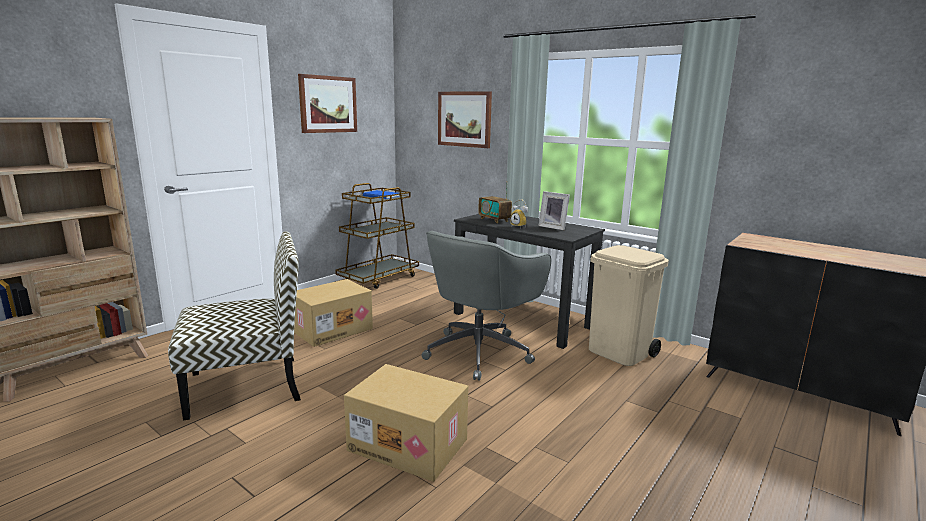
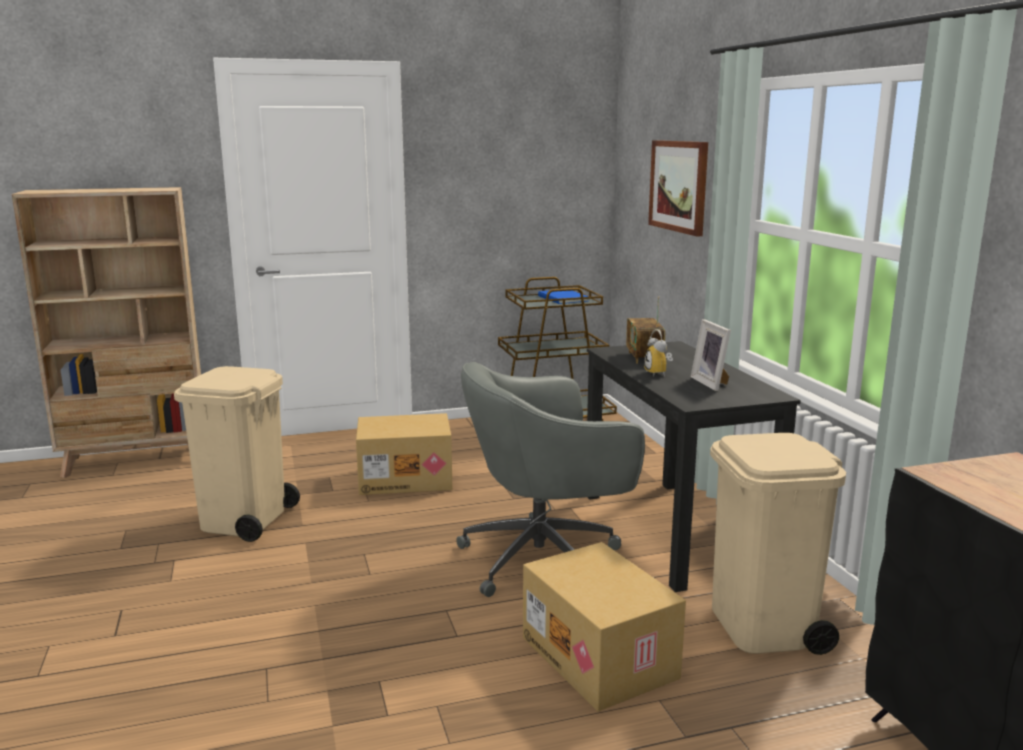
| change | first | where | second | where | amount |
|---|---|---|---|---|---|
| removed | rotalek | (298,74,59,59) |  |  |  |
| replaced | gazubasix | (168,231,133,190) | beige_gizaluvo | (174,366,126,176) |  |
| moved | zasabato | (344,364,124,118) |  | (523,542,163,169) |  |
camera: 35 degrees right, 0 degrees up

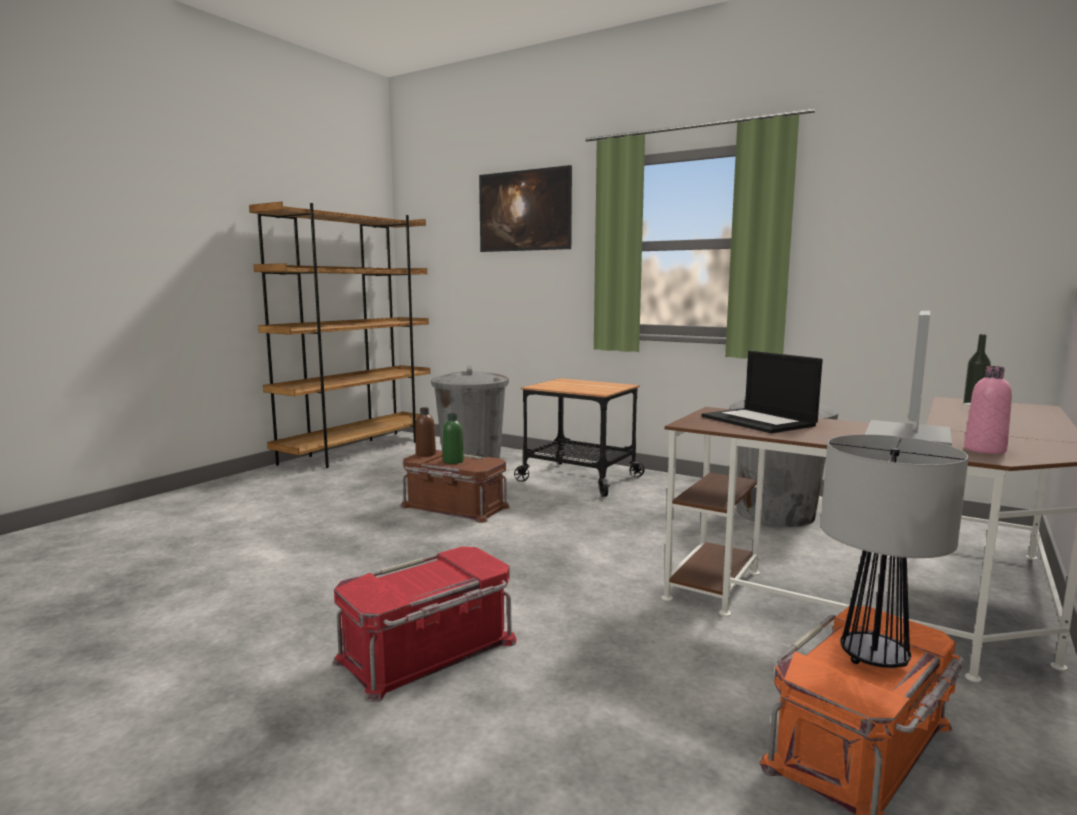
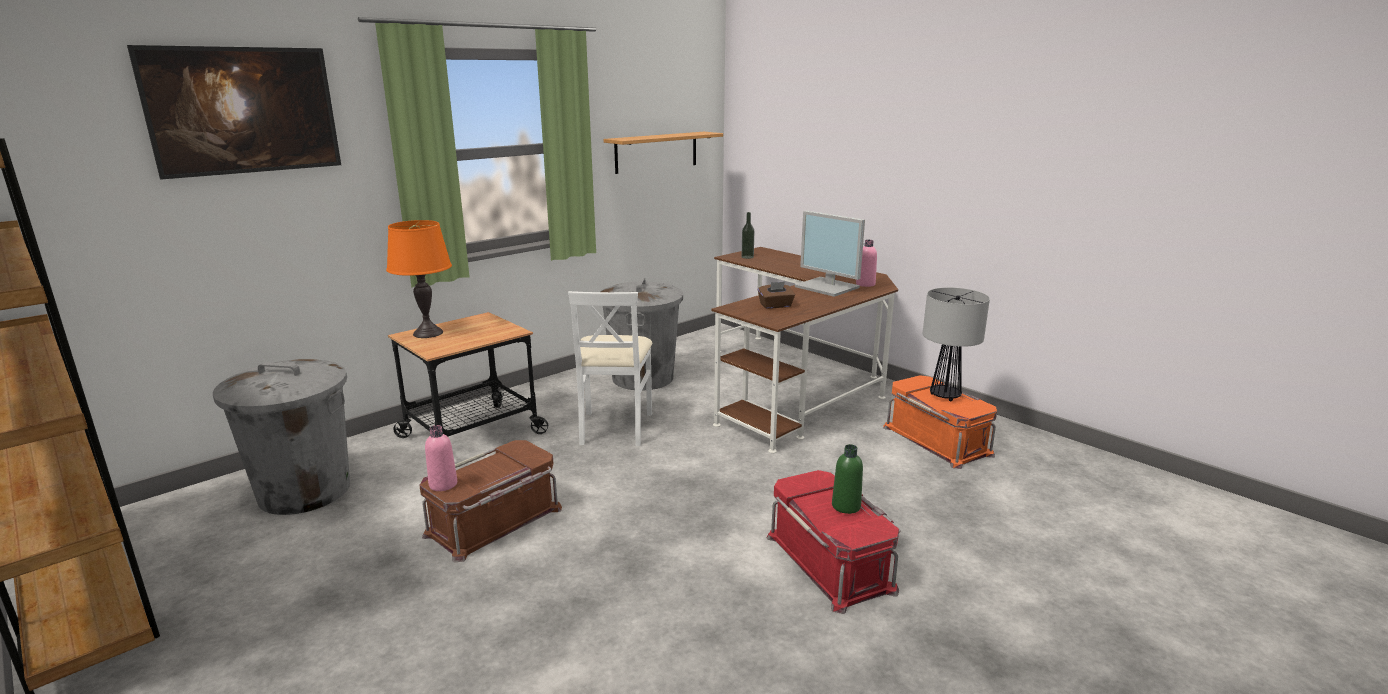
| change | first | where | second | where | amount |
|---|---|---|---|---|---|
| replaced | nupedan | (702,351,121,82) | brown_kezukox | (758,282,37,27) |  |
| recoloured | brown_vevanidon | (415,407,21,50) | pink_vevanidon | (425,425,32,66) |  |
| moved | green_vevanidon | (443,413,21,51) |  | (832,444,31,70) |  |
| added |  |  | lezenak | (604,132,119,42) |  |
| added |  |  | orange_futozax | (386,220,66,118) |  |
| added |  |  | white_gazubasix | (568,291,84,155) |  |
camera: 75 degrees left, 10 degrees up

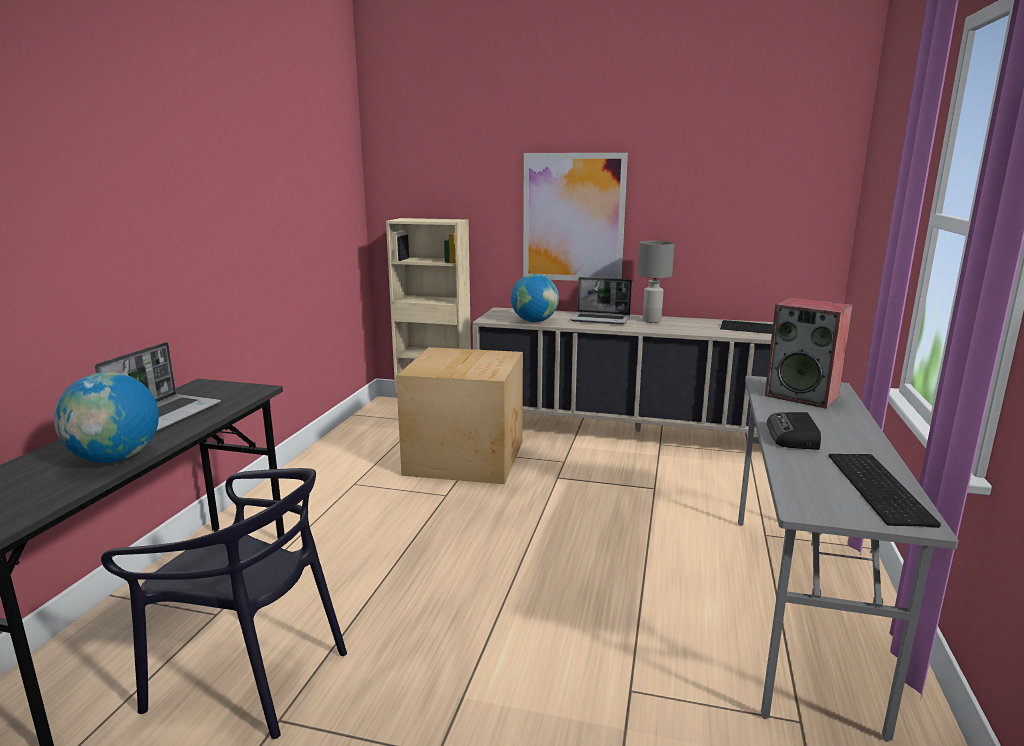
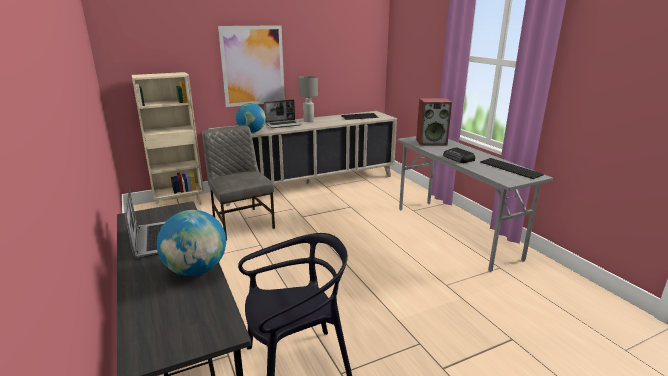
| change | first | where | second | where | amount |
|---|---|---|---|---|---|
| replaced | zasabato | (396,347,127,137) | grey_gazubasix | (202,125,73,115) |  |
camera: 40 degrees left, 5 degrees up

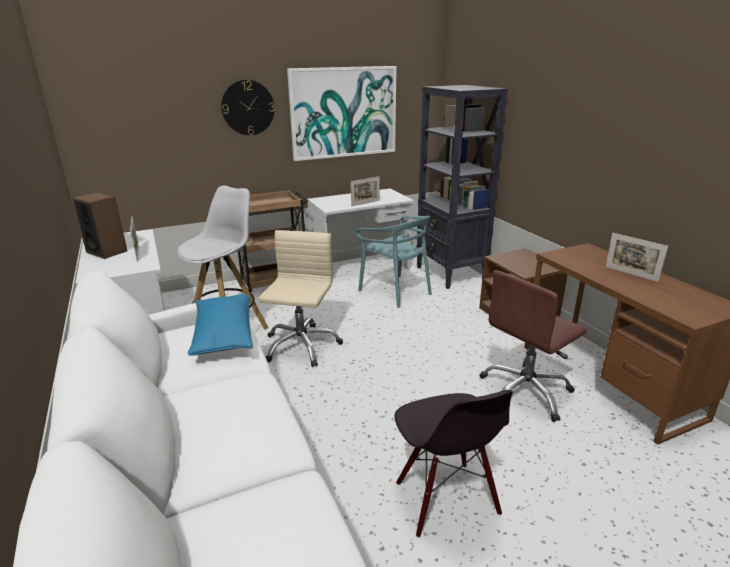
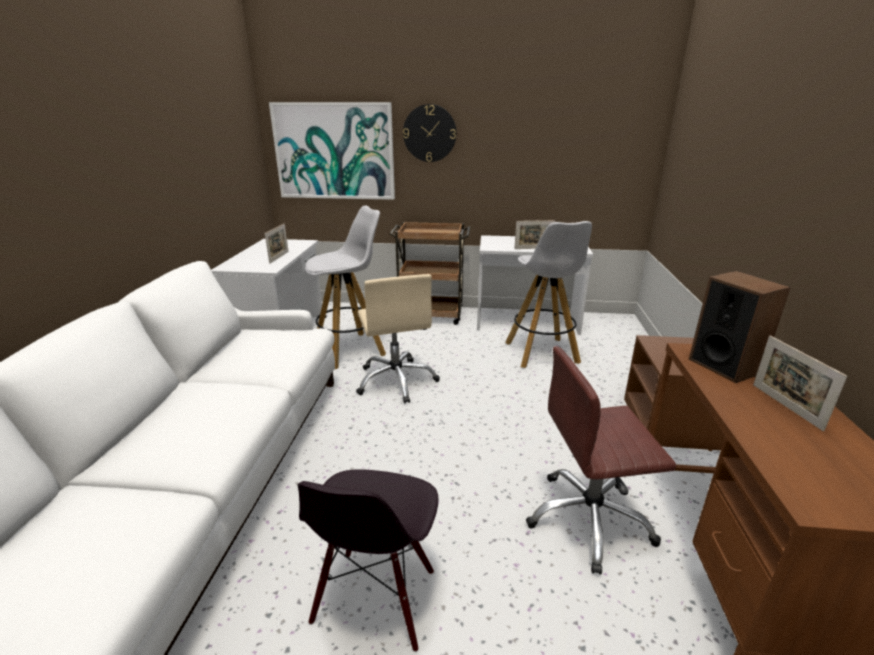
| change | first | where | second | where | amount |
|---|---|---|---|---|---|
| moved | rotalek | (287,66,110,95) |  | (269,102,126,98) |  |
| removed | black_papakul | (417,85,91,204) |  |  |  |
| moved | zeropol | (72,192,55,67) |  | (689,271,102,112) |  |
| replaced | turquoise_gazubasix | (356,216,76,92) | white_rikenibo | (505,221,87,147) |  |
| turned | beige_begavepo | (258,230,85,137) |  | (356,274,84,130) | 120 degrees clockwise |
| removed | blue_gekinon | (188,294,65,62) |  |  |  |
camera: 30 degrees right, 0 degrees up

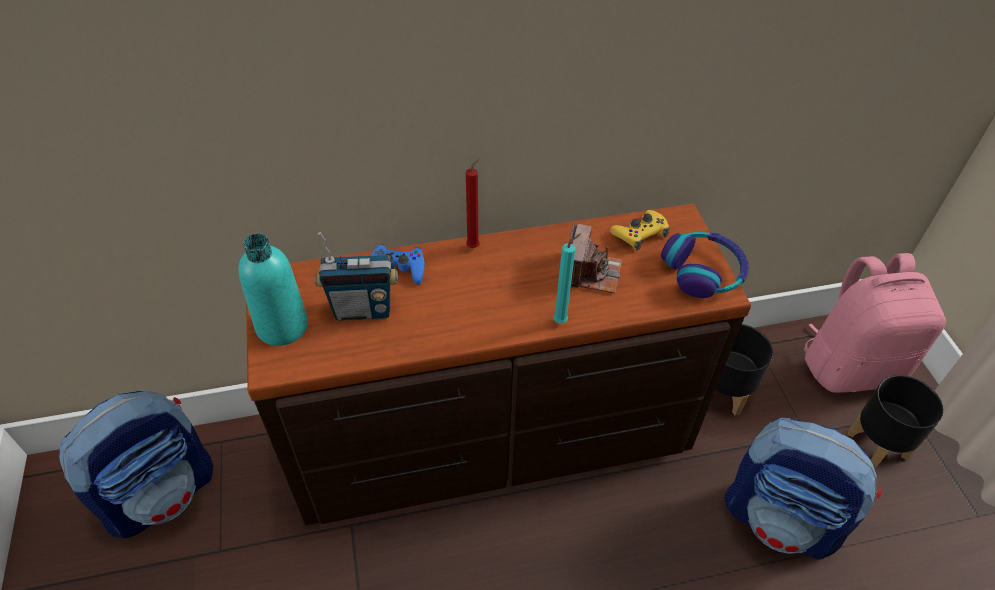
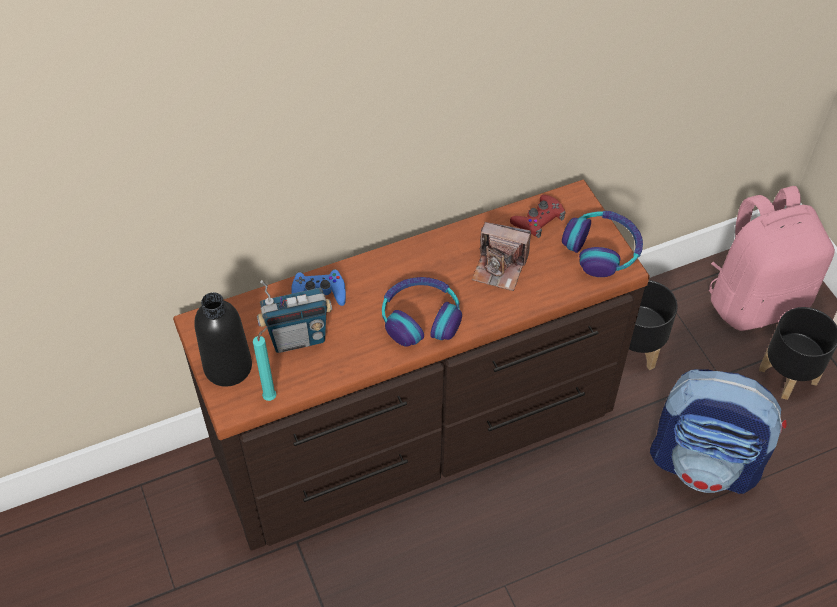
| change | first | where | second | where | amount |
|---|---|---|---|---|---|
| removed | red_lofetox | (466,157,15,91) |  |  |  |
| recoloured | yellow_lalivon | (610,210,60,40) | red_lalivon | (510,195,56,43) |  |
| turned | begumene | (570,224,52,70) |  | (472,222,59,69) | 105 degrees clockwise |
| recoloured | turquoise_vevanidon | (238,233,70,113) | black_vevanidon | (194,292,58,95) |  |
| moved | turquoise_lofetox | (553,233,28,91) |  | (253,327,23,74) |  |
| removed | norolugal | (59,391,154,147) |  |  |  |
| added |  |  | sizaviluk | (382,277,80,70) |  |
camera: 10 degrees left, 5 degrees up

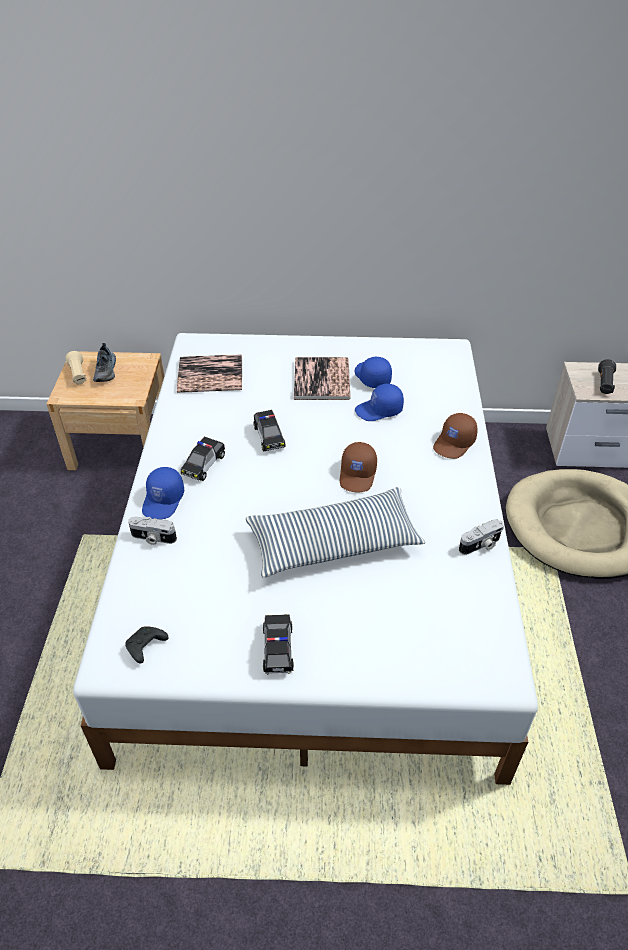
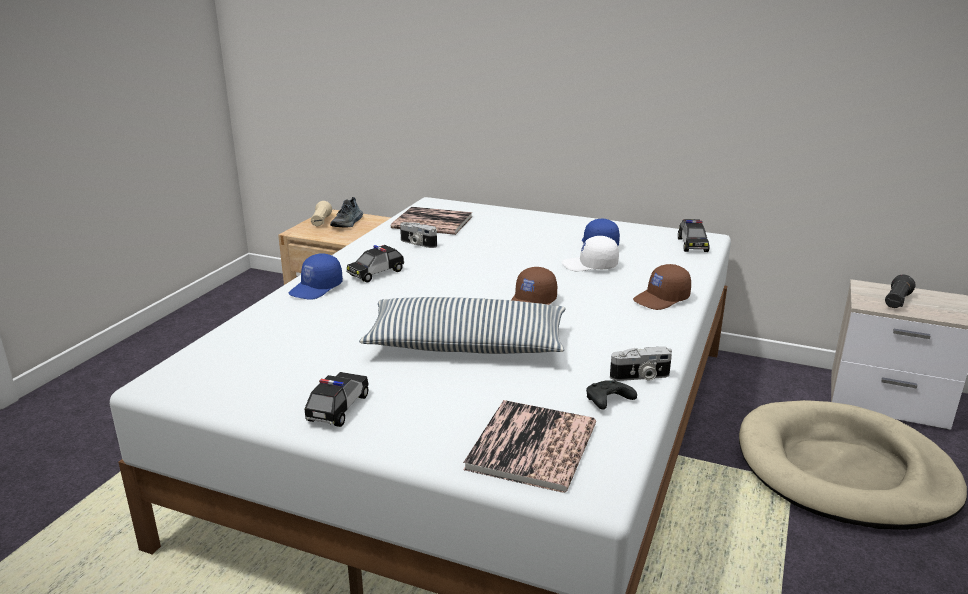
| change | first | where | second | where | amount |
|---|---|---|---|---|---|
| moved | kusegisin | (294,357,57,43) |  | (463,400,133,93) |  |
| recoloured | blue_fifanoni | (355,384,49,37) | white_fifanoni | (562,236,57,35) |  |
| moved | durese | (253,410,33,42) |  | (678,219,31,33) |  |
| moved | begumene | (128,517,49,28) |  | (400,222,37,26) |  |
| moved | black_lalivon | (125,626,43,38) |  | (586,380,51,30) |  |
camera: 20 degrees right, 20 degrees down

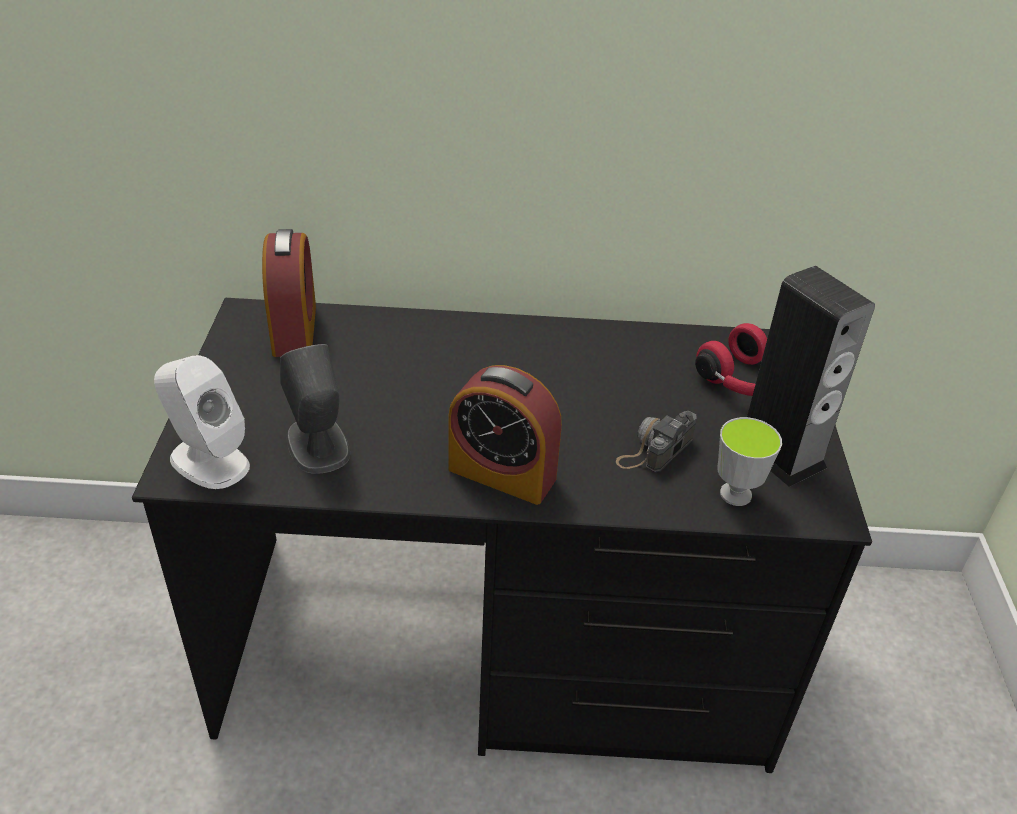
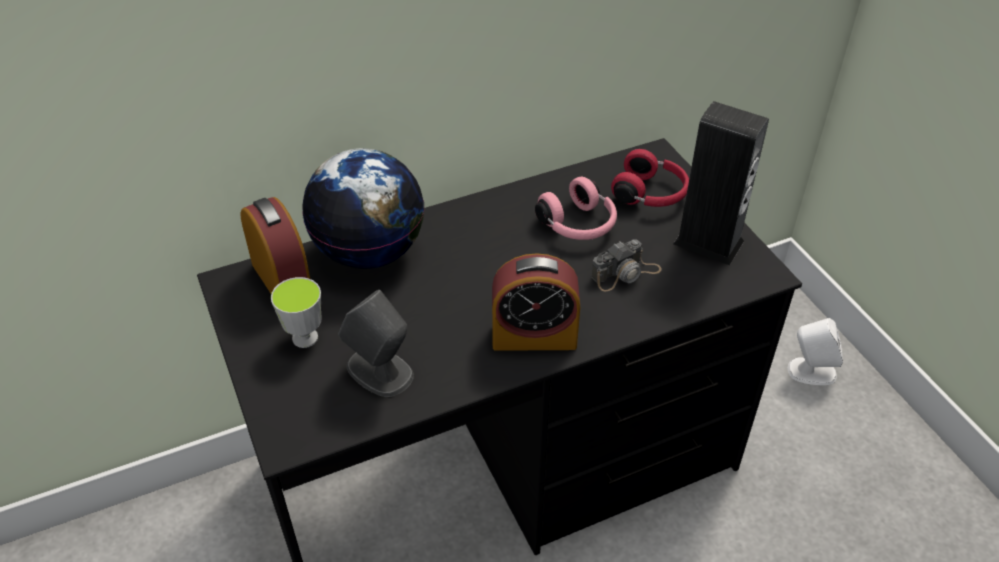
| change | first | where | second | where | amount |
|---|---|---|---|---|---|
| moved | white_zeropol | (154,355,96,134) |  | (788,318,55,67) |  |
| turned | begumene | (616,411,81,62) |  | (591,239,71,52) | 135 degrees counterclockwise |
| moved | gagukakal | (717,417,65,89) |  | (271,277,51,71) |  |
| added |  |  | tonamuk | (302,148,122,121) |  |
| added |  |  | pink_sizaviluk | (535,177,82,63) |  |
camera: 25 degrees left, 5 degrees up

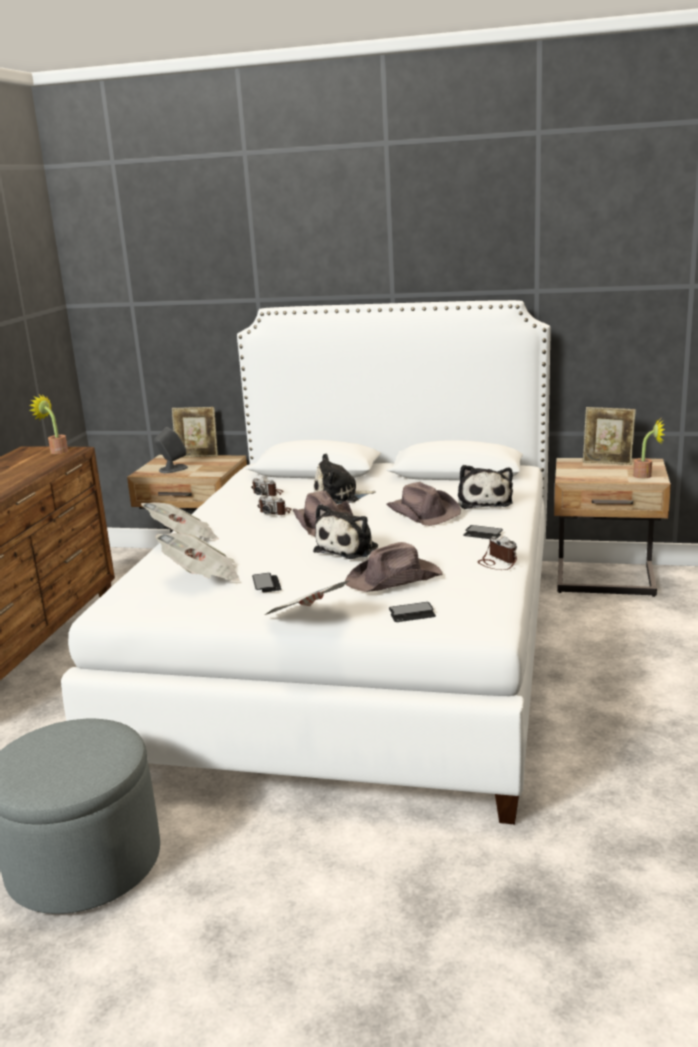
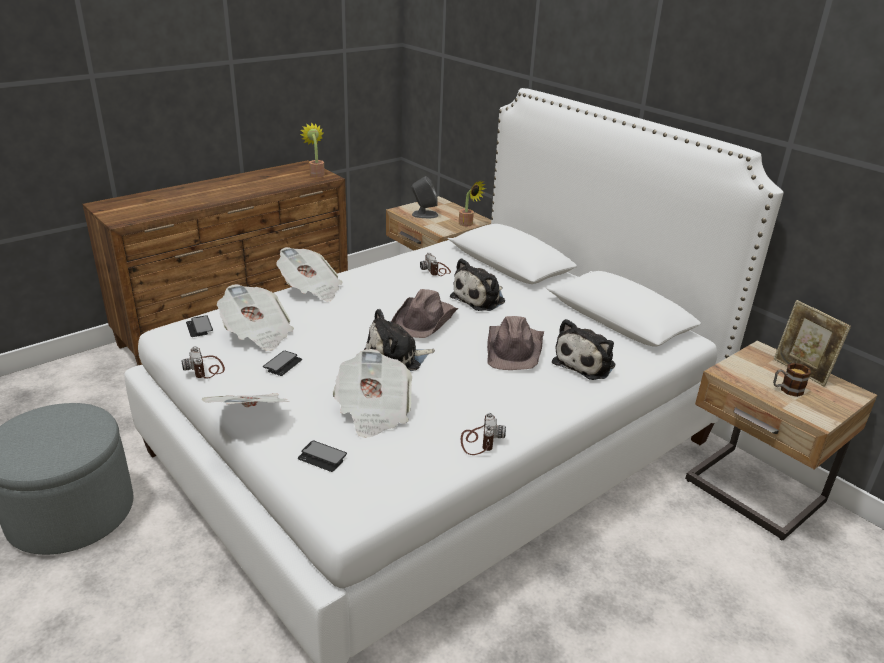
| change | first | where | second | where | amount |
|---|---|---|---|---|---|
| removed | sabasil | (172,407,46,51) |  |  |  |
| moved | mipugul | (633,419,32,59) |  | (459,180,27,46) |  |
| turned | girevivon | (314,453,62,51) |  | (450,258,55,53) | 75 degrees counterclockwise |
| moved | begumene | (257,496,35,19) |  | (181,346,44,33) |  |
| moved | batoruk | (463,525,40,14) |  | (186,315,27,22) |  |
| replaced | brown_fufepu | (345,542,98,50) | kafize | (333,349,79,89) |  |
| added |  |  | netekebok | (773,363,38,34) |  |
camera: 35 degrees right, 10 degrees up

